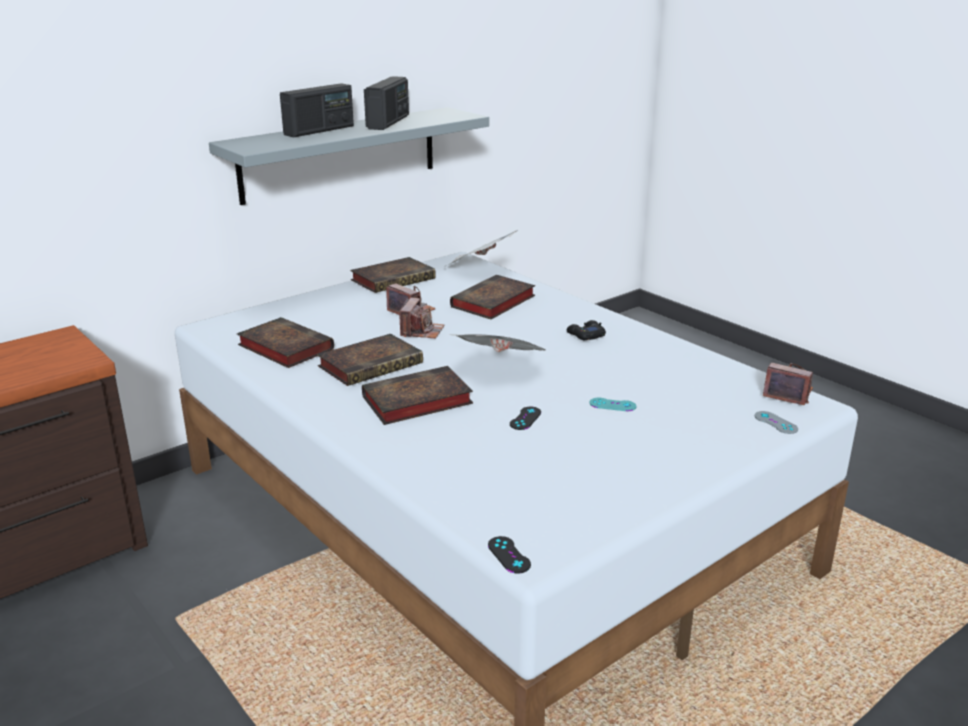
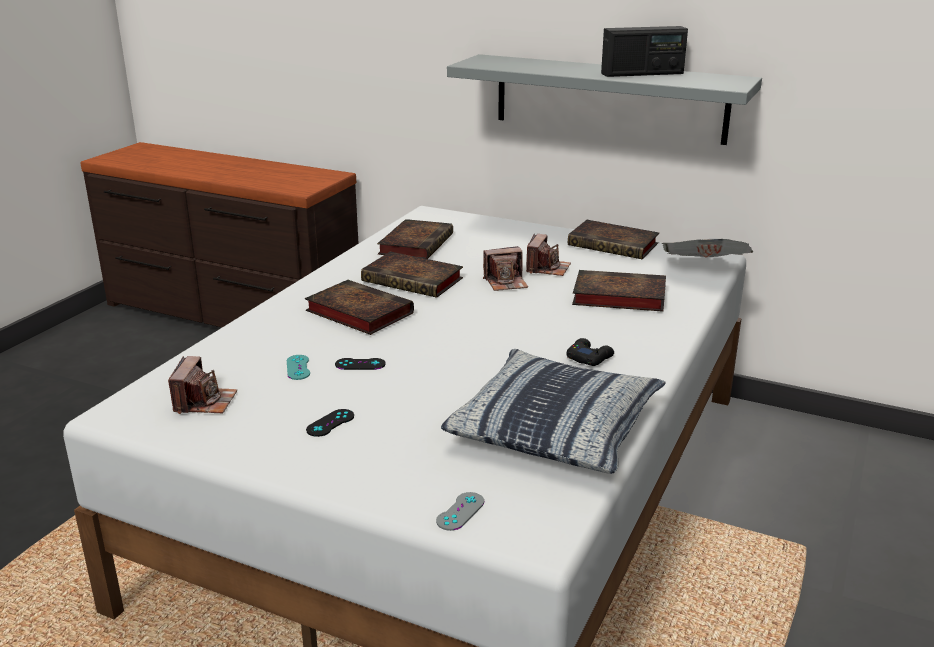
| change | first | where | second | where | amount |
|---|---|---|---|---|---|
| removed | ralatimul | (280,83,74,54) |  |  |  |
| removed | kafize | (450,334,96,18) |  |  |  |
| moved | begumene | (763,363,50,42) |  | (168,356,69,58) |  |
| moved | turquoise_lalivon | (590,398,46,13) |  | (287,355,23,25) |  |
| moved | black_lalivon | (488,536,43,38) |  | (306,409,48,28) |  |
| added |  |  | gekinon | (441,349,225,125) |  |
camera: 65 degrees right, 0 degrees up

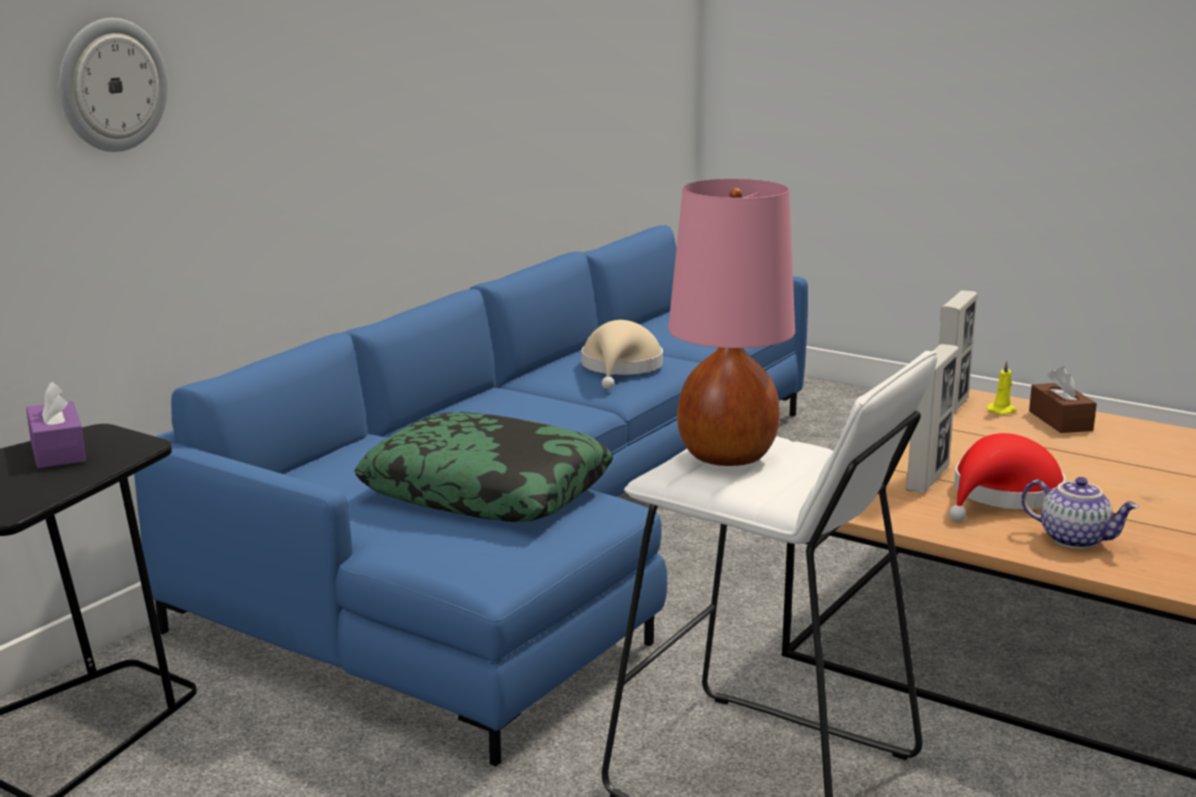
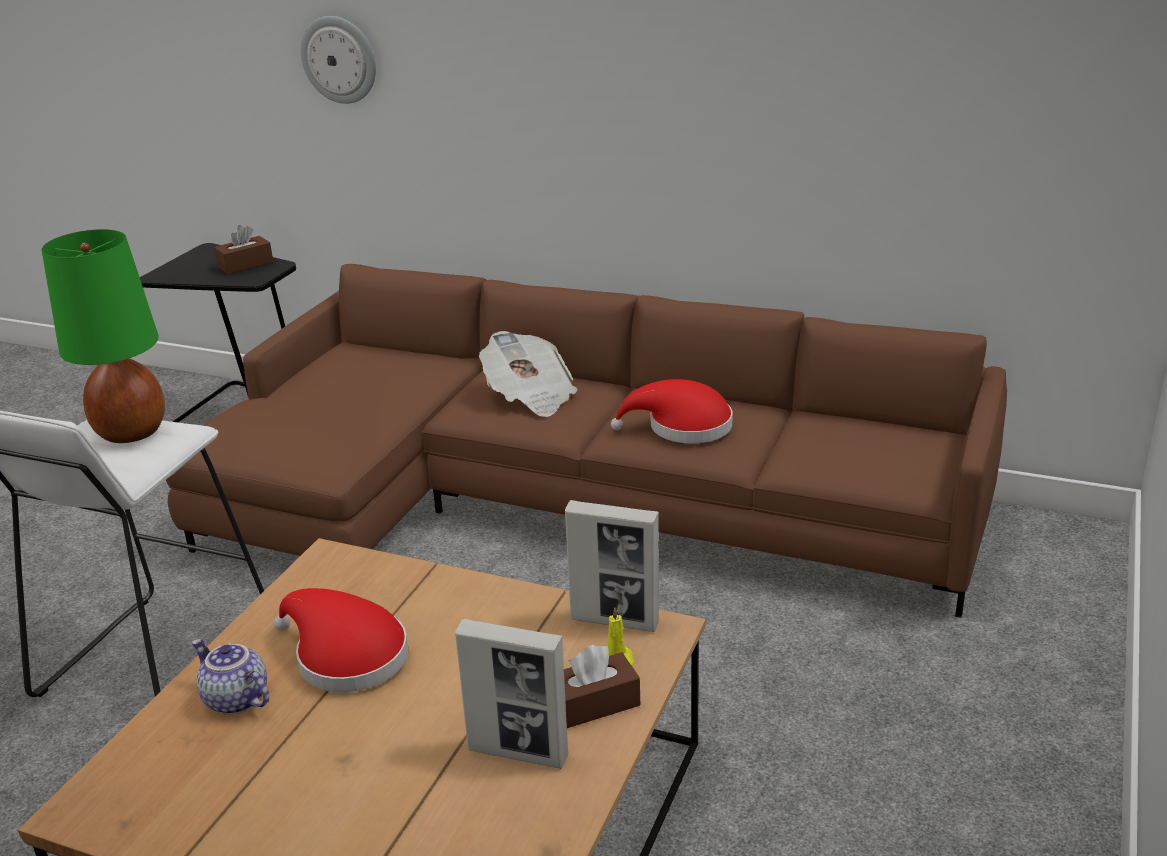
| change | first | where | second | where | amount |
|---|---|---|---|---|---|
| recoloured | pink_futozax | (668,179,127,287) | green_futozax | (41,229,124,214) |  |
| recoloured | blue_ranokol | (134,225,674,541) | brown_ranokol | (166,264,841,354) |  |
| recoloured | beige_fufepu | (581,320,82,69) | red_fufepu | (611,379,122,64) |  |
| moved | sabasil | (905,344,54,149) |  | (455,619,113,150) |  |
| recoloured | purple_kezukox | (26,381,60,87) | brown_kezukox | (214,225,59,49) |  |
| removed | gekinon | (354,412,259,110) |  |  |  |
| turned | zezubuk | (1021,477,118,72) |  | (192,639,77,76) | 105 degrees clockwise |
| added |  |  | kafize | (479,331,98,86) |  |
camera: 80 degrees right, 10 degrees up

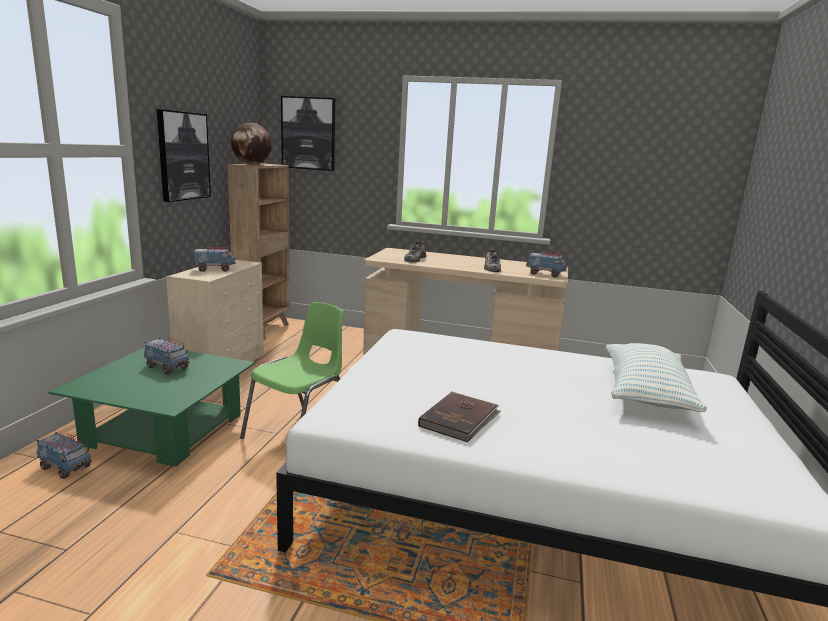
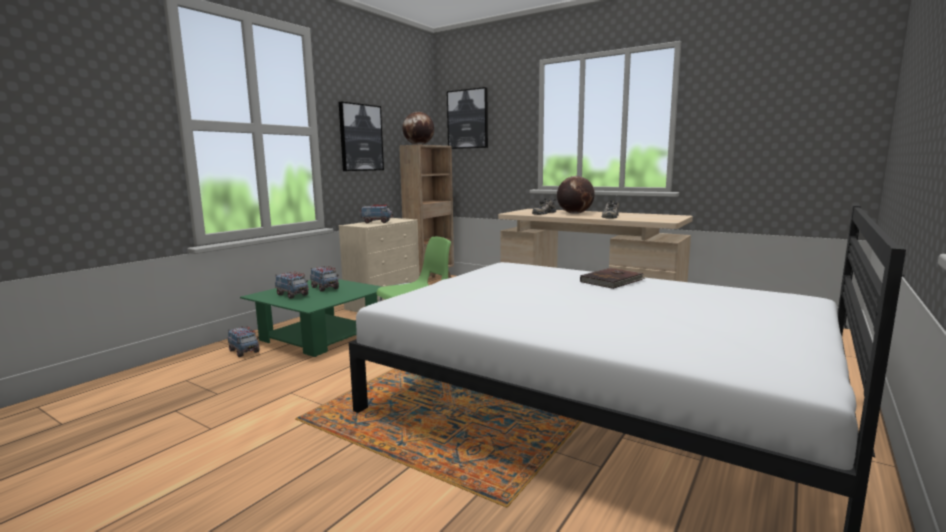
| change | first | where | second | where | amount |
|---|---|---|---|---|---|
| moved | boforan | (526,251,41,26) |  | (275,272,34,27) |  |
| removed | gekinon | (606,343,101,69) |  |  |  |
| moved | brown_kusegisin | (418,392,83,50) |  | (580,268,65,21) |  |
| added |  |  | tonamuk | (557,176,38,38) |  |
camera: 20 degrees right, 5 degrees down

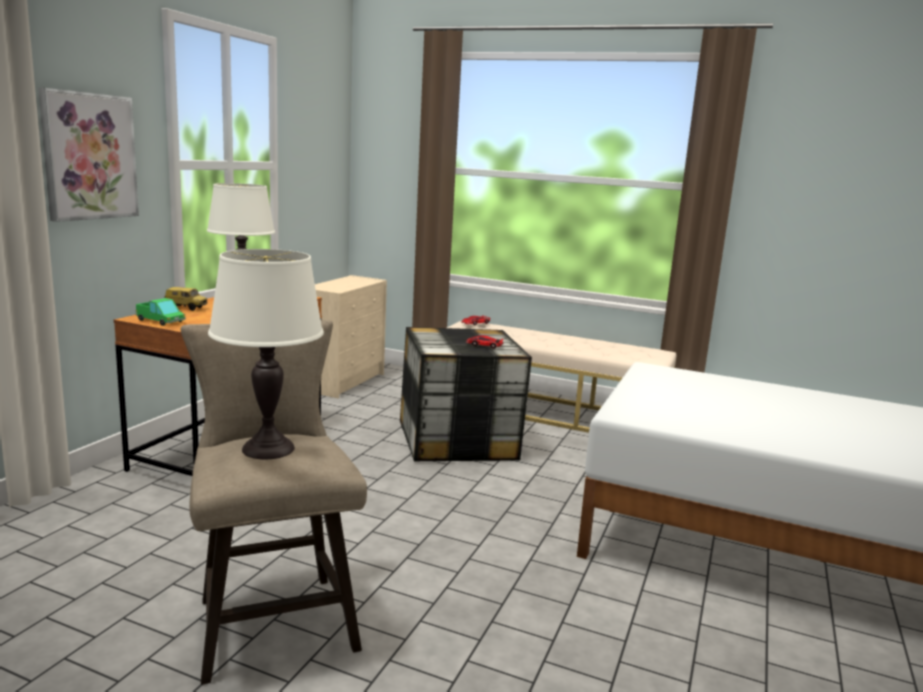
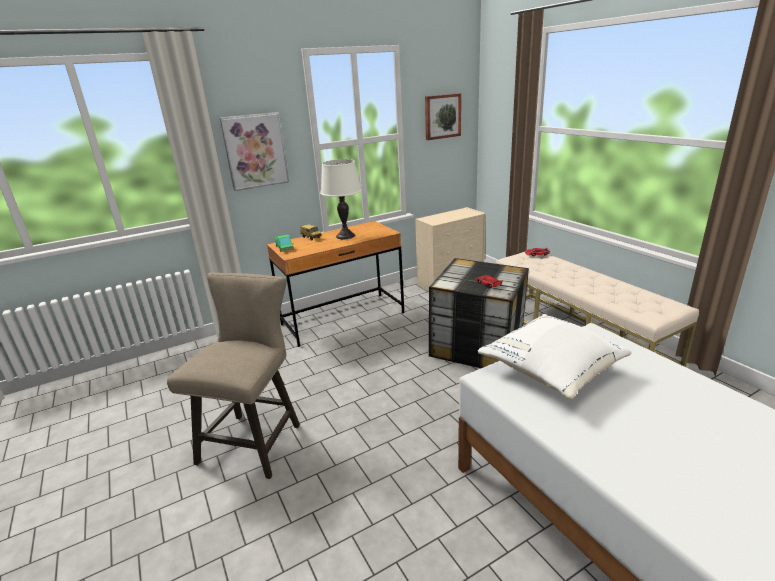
| change | first | where | second | where | amount |
|---|---|---|---|---|---|
| removed | white_futozax | (208,249,116,210) |  |  |  |
| added |  |  | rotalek | (425,93,36,47) |  |
| added |  |  | white_gekinon | (478,314,153,85) |  |
camera: 40 degrees right, 10 degrees up

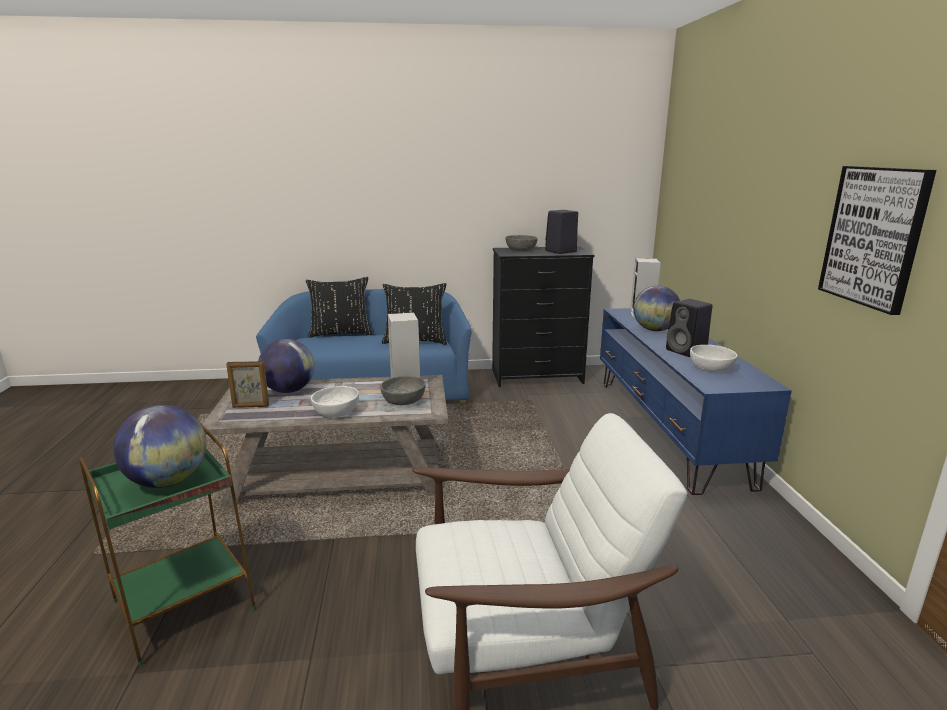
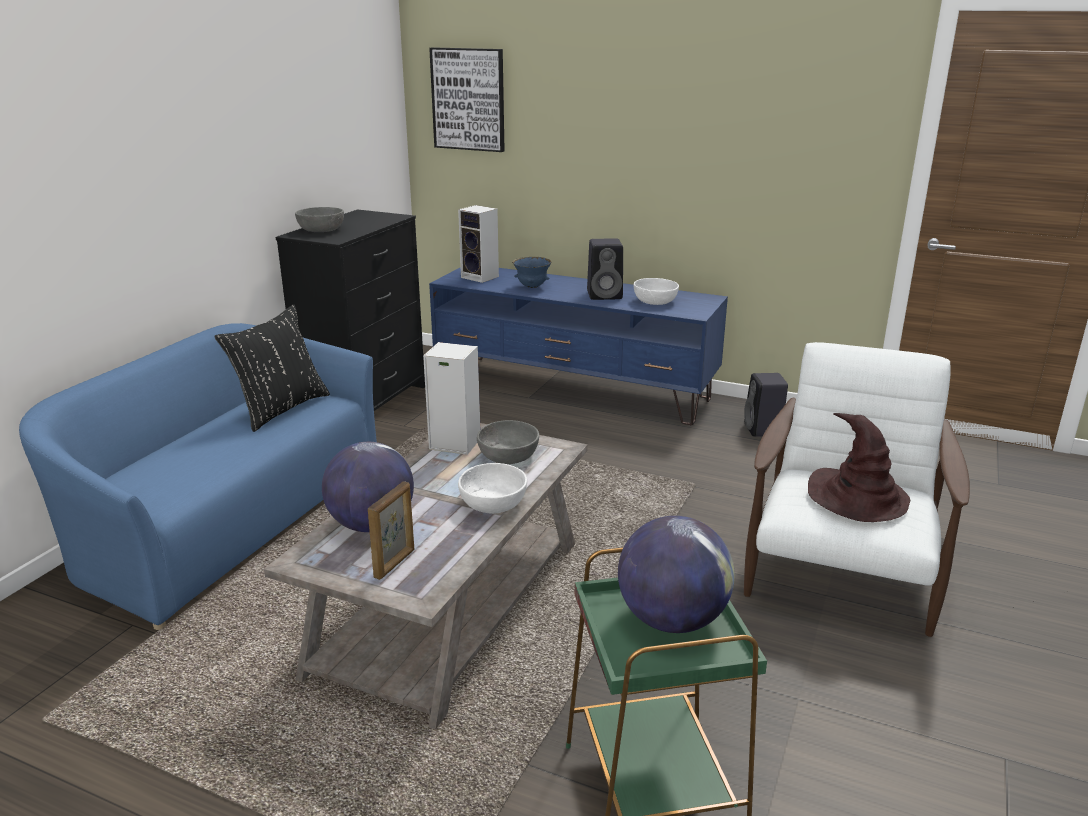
| change | first | where | second | where | amount |
|---|---|---|---|---|---|
| moved | rotalek | (818,166,118,149) |  | (429,47,76,105) |  |
| moved | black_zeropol | (545,210,33,44) |  | (744,373,44,64) |  |
| removed | black_gekinon | (306,277,66,61) |  |  |  |
| replaced | tonamuk | (634,286,46,45) | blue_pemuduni | (512,257,39,31) |  |
| added |  |  | brown_fufepu | (808,413,102,109) |  |
camera: 60 degrees left, 5 degrees up

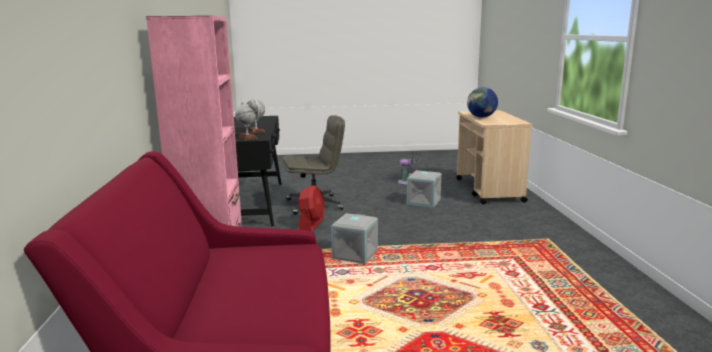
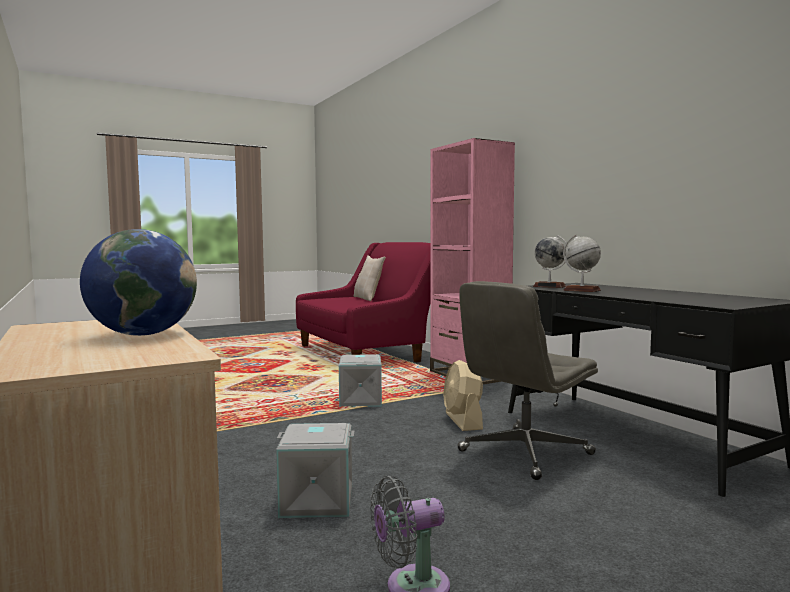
| change | first | where | second | where | amount |
|---|---|---|---|---|---|
| recoloured | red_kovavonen | (298,185,27,47) | beige_kovavonen | (443,360,40,71) |  |
| added |  |  | beige_gekinon | (354,255,32,46) |  |
camera: 155 degrees right, 10 degrees down

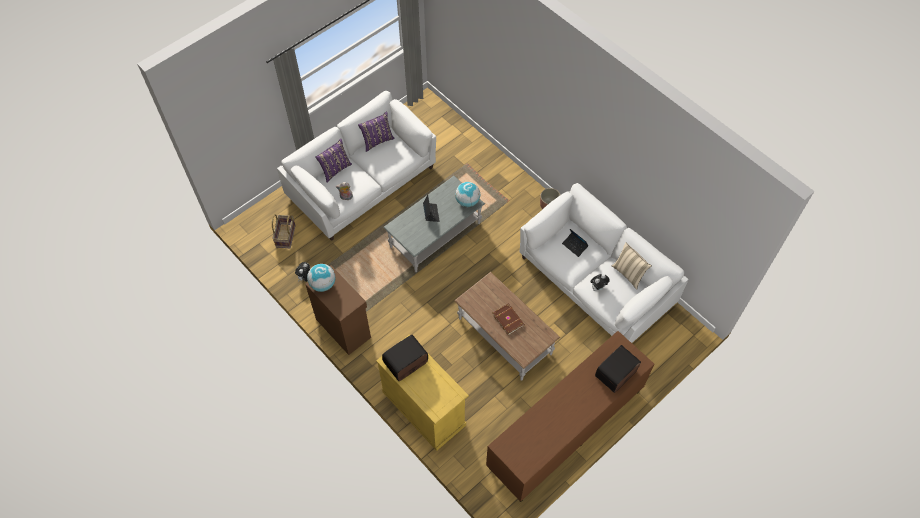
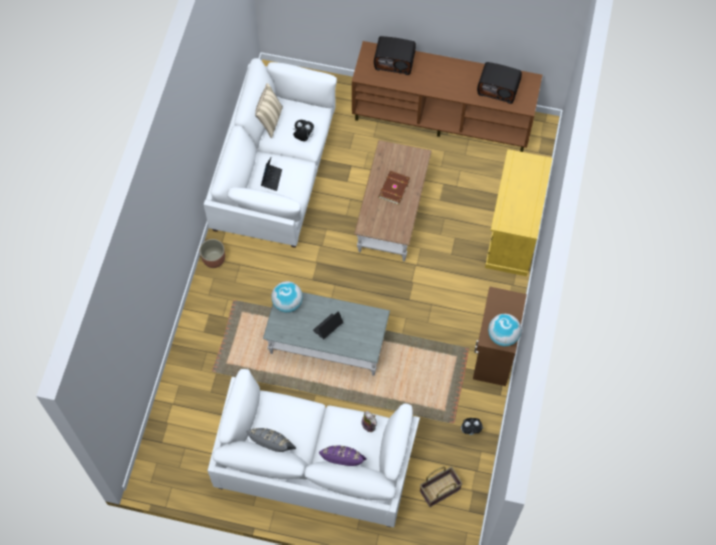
| change | first | where | second | where | amount |
|---|---|---|---|---|---|
| recoloured | purple_gekinon | (358,111,37,41) | grey_gekinon | (247,428,49,24) |  |
| moved | ralatimul | (382,335,46,46) |  | (477,62,45,42) |  |
camera: 125 degrees left, 5 degrees up

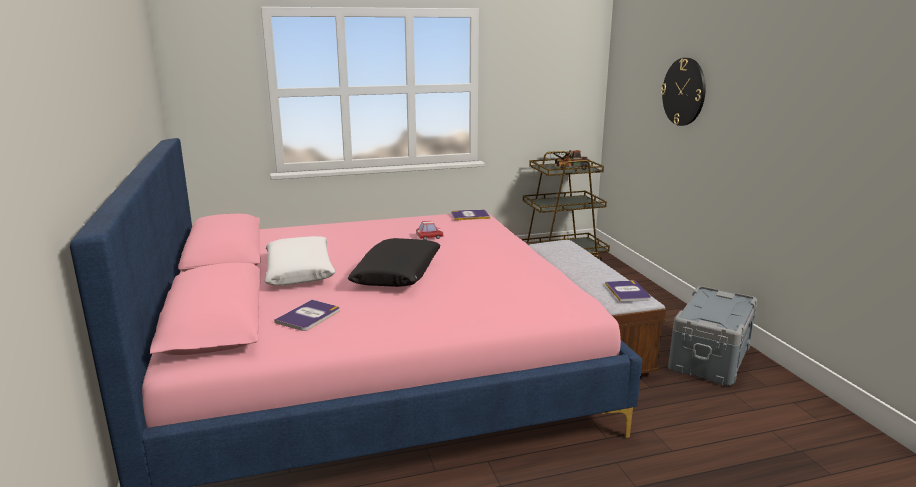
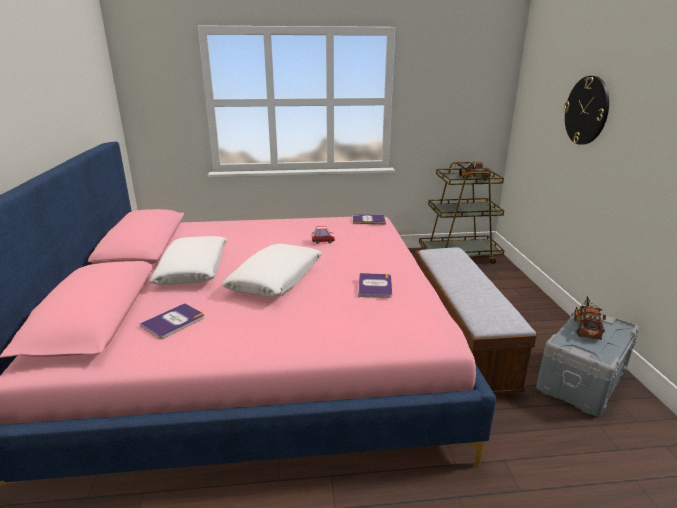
| change | first | where | second | where | amount |
|---|---|---|---|---|---|
| recoloured | black_gekinon | (348,238,93,49) | white_gekinon | (222,244,100,53) |  |
| moved | kusegisin | (605,281,46,21) |  | (358,273,34,25) |  |
| added |  |  | boforan | (574,296,32,44) |  |
camera: 10 degrees right, 5 degrees up

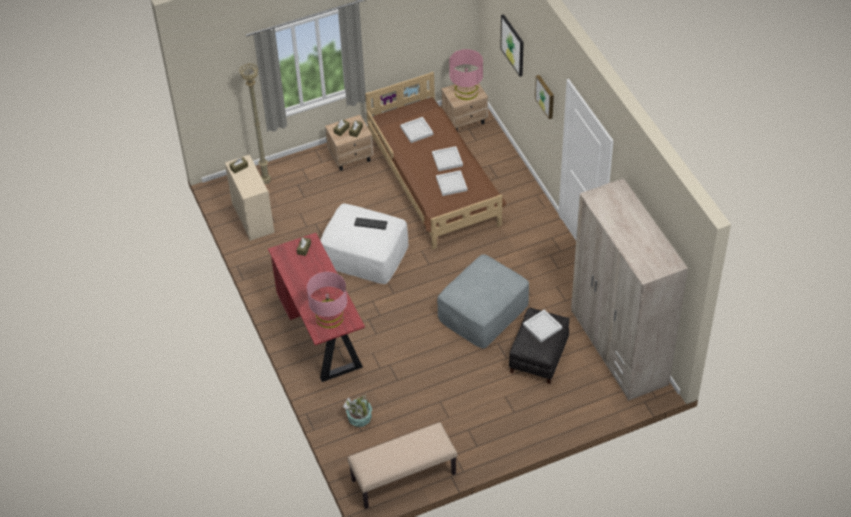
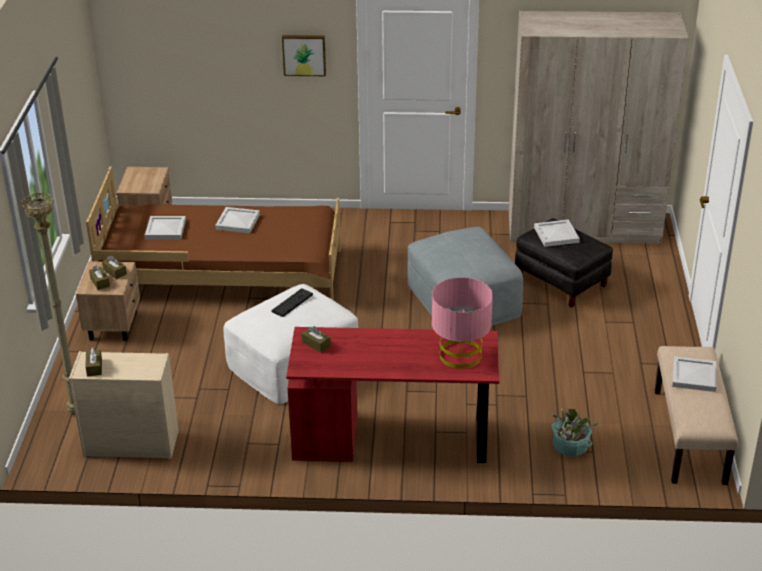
| change | first | where | second | where | amount |
|---|---|---|---|---|---|
| removed | rotalek | (500,14,24,63) |  |  |  |
| removed | pink_futozax | (449,49,34,51) |  |  |  |
| moved | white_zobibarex | (436,170,32,26) |  | (672,356,45,36) |  |
camera: 65 degrees left, 15 degrees down

